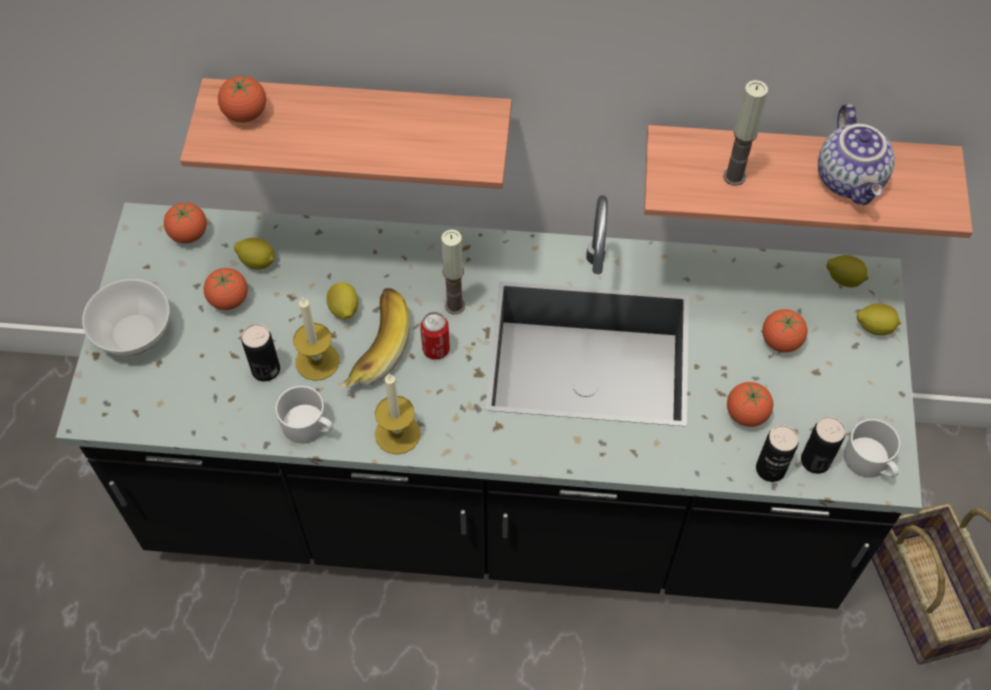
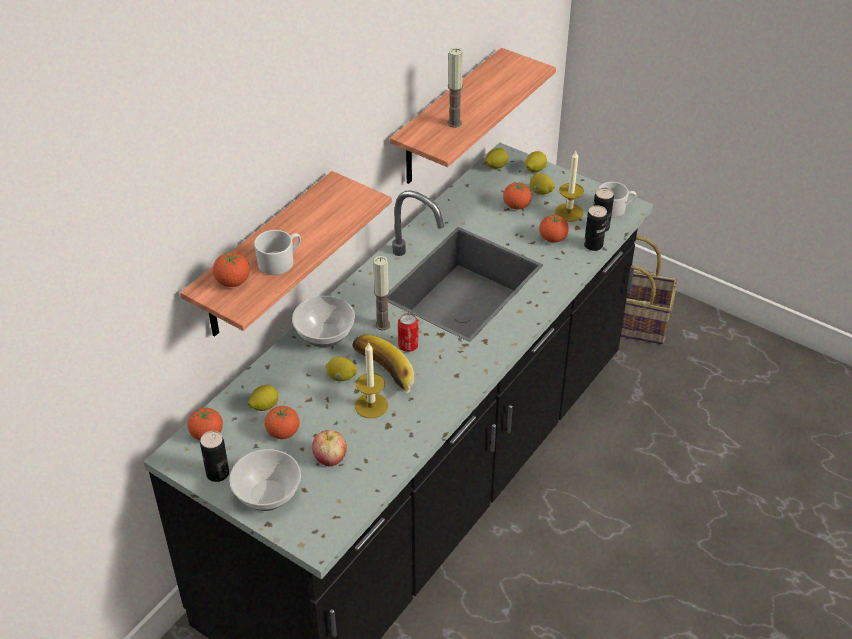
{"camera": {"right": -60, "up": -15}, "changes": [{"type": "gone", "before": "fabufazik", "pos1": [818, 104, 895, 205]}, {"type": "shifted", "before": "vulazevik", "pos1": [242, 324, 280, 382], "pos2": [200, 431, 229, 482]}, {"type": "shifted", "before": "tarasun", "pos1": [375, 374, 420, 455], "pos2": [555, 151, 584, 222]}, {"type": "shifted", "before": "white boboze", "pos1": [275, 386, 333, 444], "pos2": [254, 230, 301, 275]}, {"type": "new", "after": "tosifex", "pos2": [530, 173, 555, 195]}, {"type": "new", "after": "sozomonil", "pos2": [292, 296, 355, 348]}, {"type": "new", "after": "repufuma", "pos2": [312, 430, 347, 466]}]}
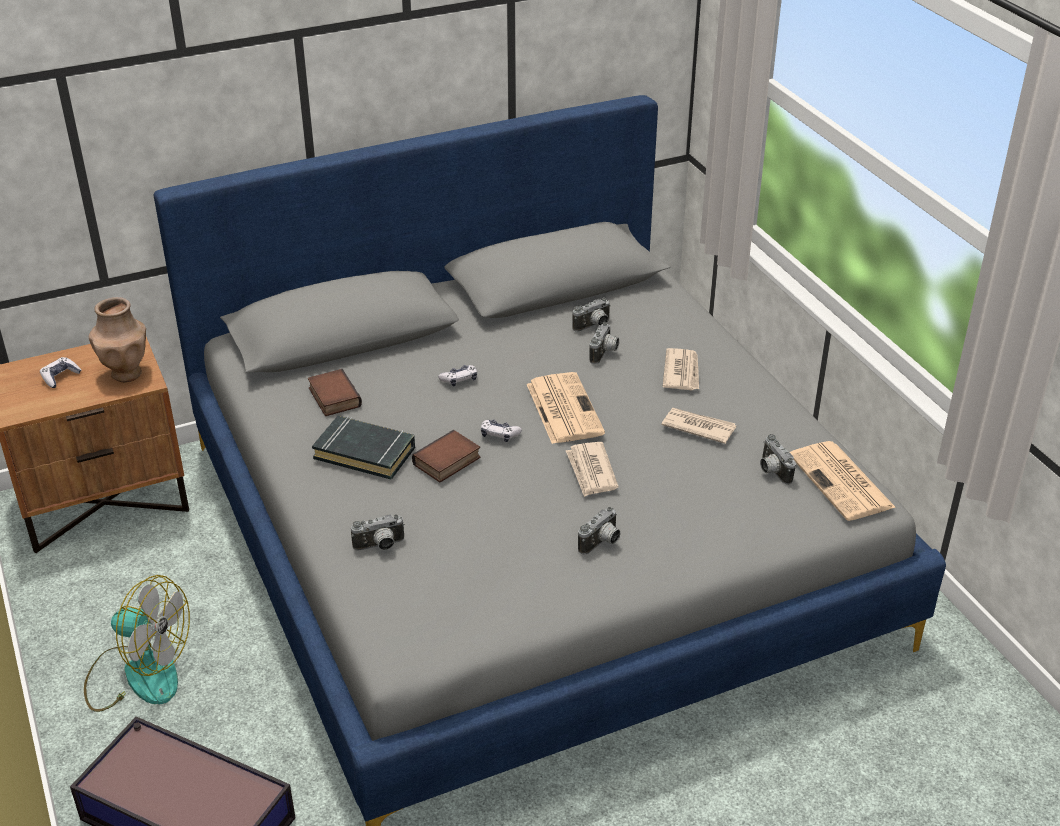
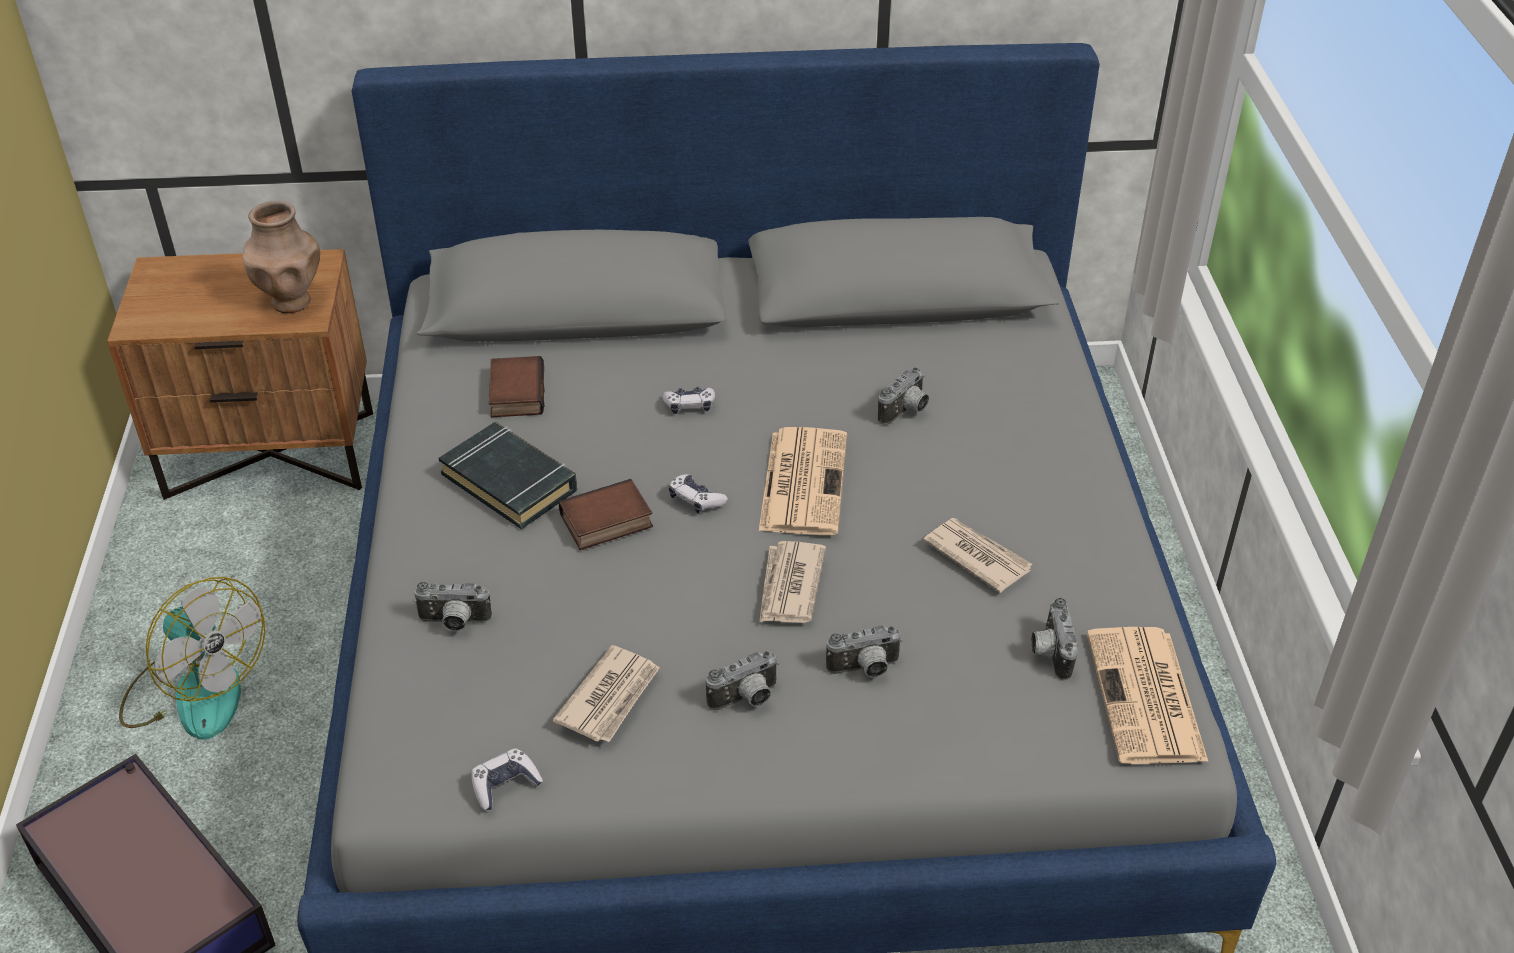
{"camera": {"right": 20, "up": 5}, "changes": [{"type": "shifted", "before": "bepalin", "pos1": [572, 298, 611, 332], "pos2": [826, 625, 902, 678]}, {"type": "shifted", "before": "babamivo", "pos1": [662, 348, 699, 390], "pos2": [553, 645, 660, 742]}, {"type": "shifted", "before": "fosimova", "pos1": [40, 357, 81, 388], "pos2": [471, 748, 543, 810]}]}
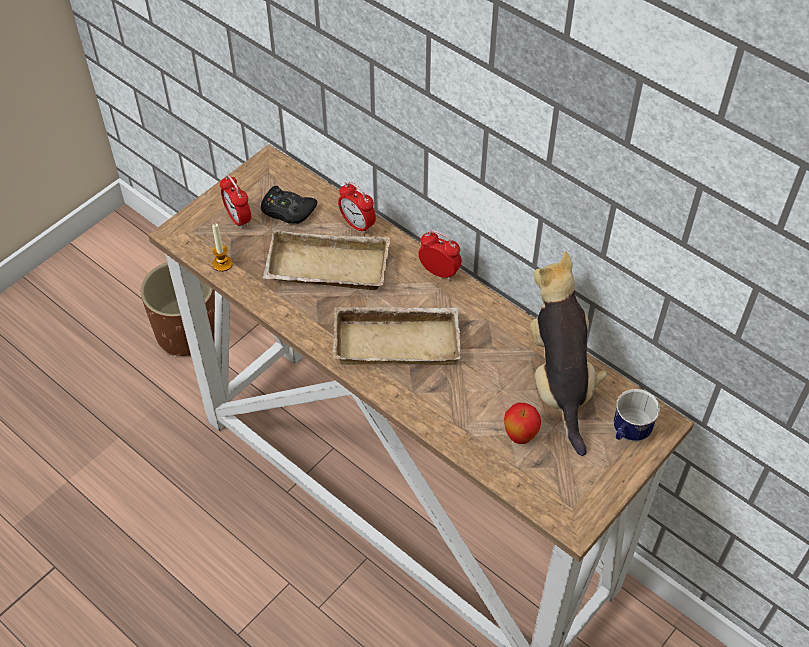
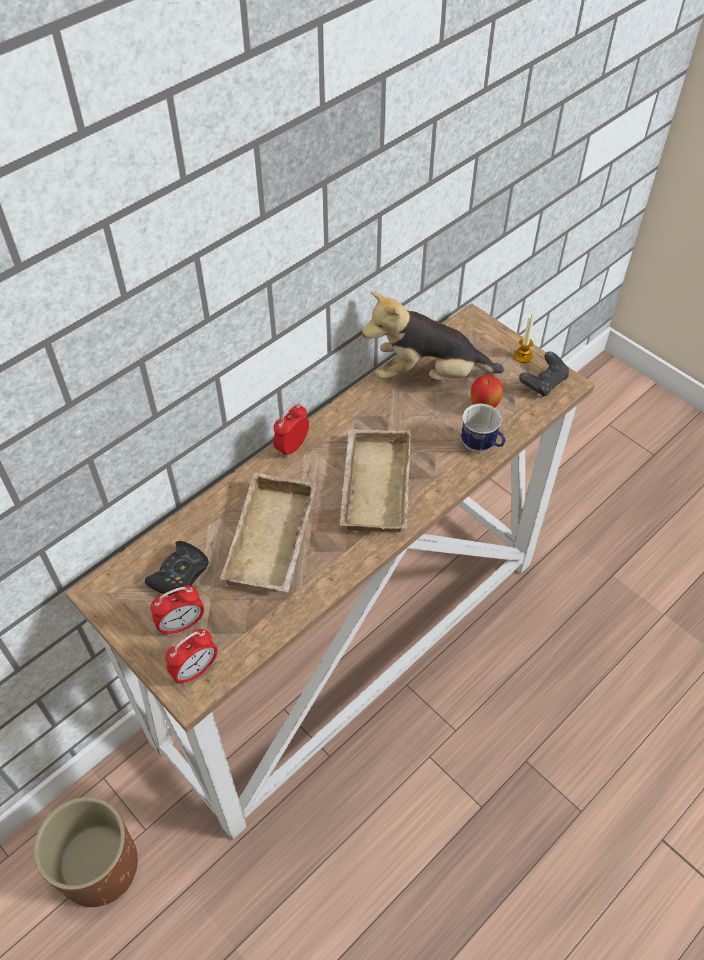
{"camera": {"right": -85, "up": 0}, "changes": [{"type": "shifted", "before": "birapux", "pos1": [338, 182, 376, 234], "pos2": [166, 629, 218, 685]}, {"type": "shifted", "before": "tarasun", "pos1": [212, 223, 233, 272], "pos2": [514, 314, 534, 363]}, {"type": "shifted", "before": "boboze", "pos1": [613, 389, 660, 442], "pos2": [461, 403, 505, 452]}, {"type": "new", "after": "black fosimova", "pos2": [519, 351, 569, 397]}]}
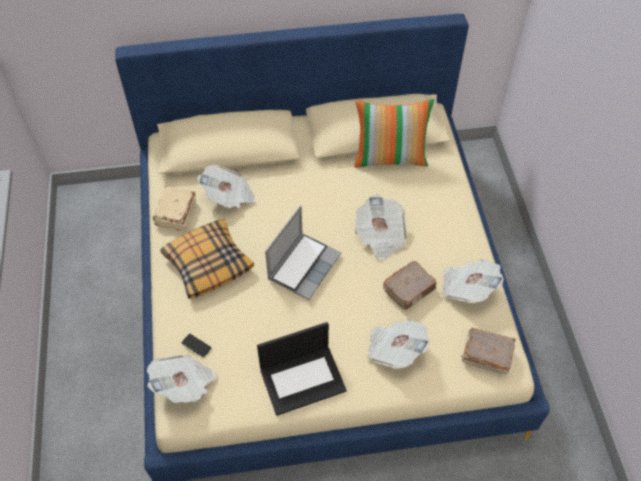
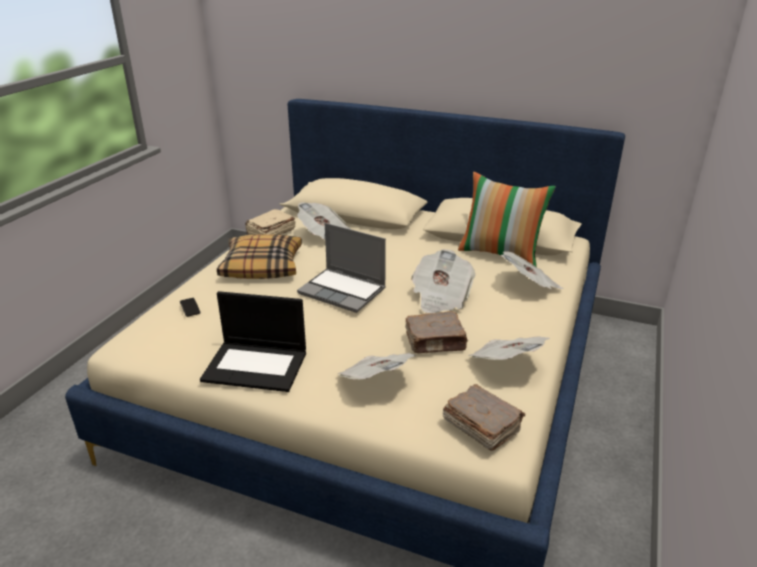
{"camera": {"right": 30, "up": -25}, "changes": [{"type": "rotated", "before": "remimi", "pos1": [265, 205, 341, 300], "pos2": [297, 223, 386, 313], "turn": 60}, {"type": "shifted", "before": "babamivo", "pos1": [147, 354, 217, 403], "pos2": [501, 252, 564, 289]}]}
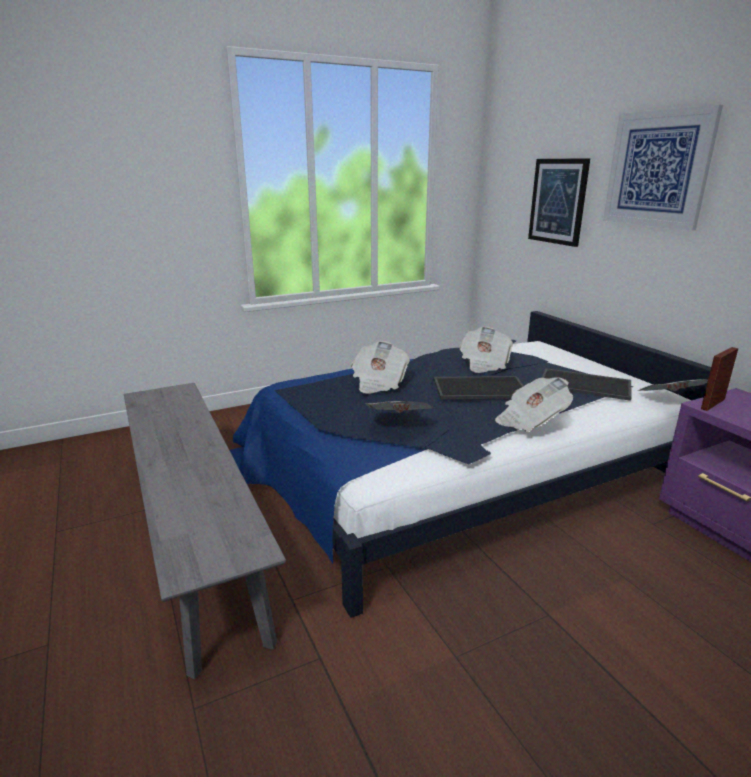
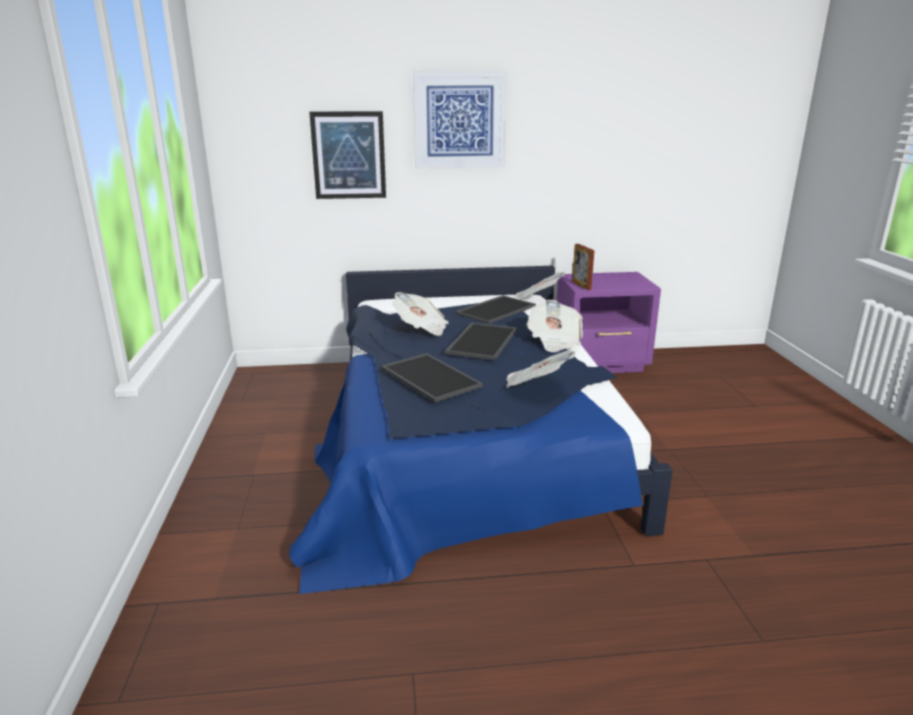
{"camera": {"right": -70, "up": 0}, "changes": [{"type": "swapped", "before": "babamivo", "after": "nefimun", "pos1": [351, 341, 410, 394], "pos2": [381, 353, 483, 402]}, {"type": "gone", "before": "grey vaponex", "pos1": [124, 383, 286, 679]}]}
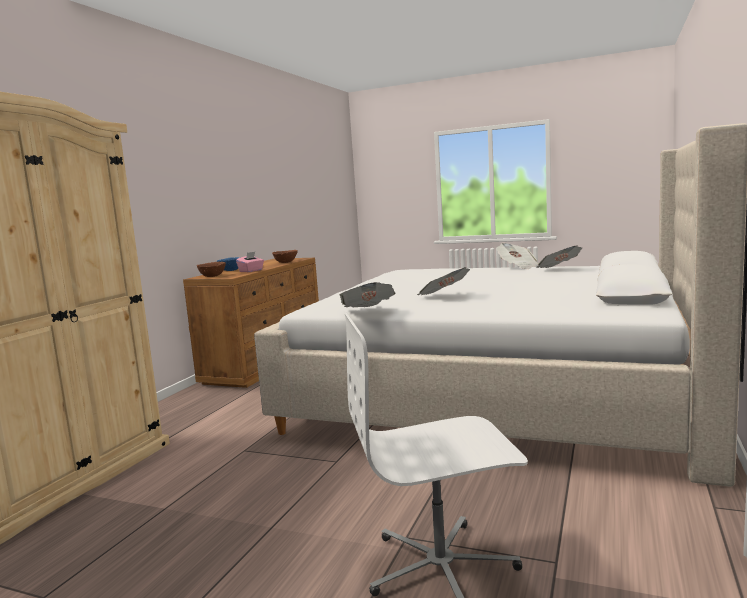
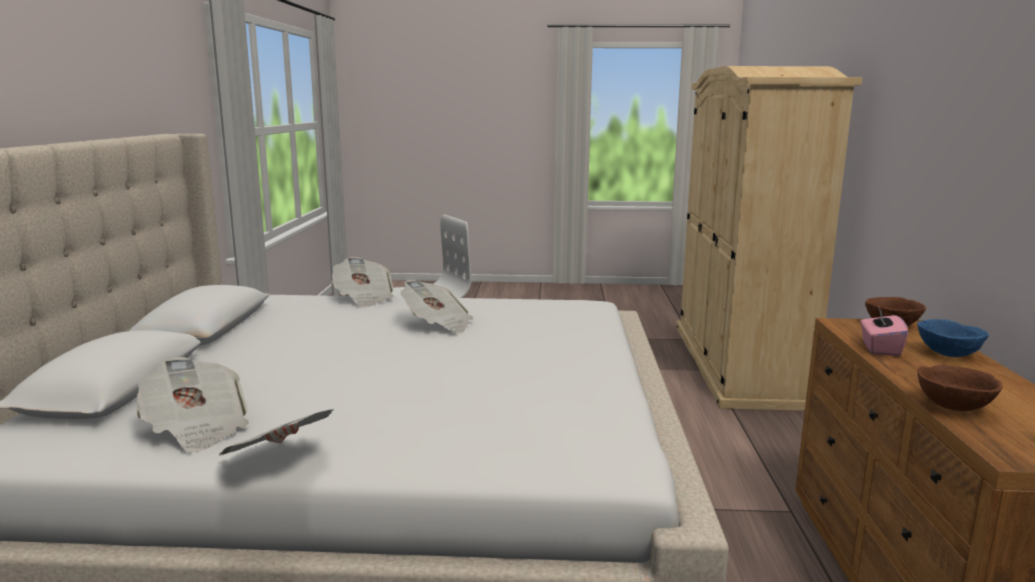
{"camera": {"right": 160, "up": 5}, "changes": [{"type": "shifted", "before": "babamivo", "pos1": [340, 282, 395, 307], "pos2": [331, 257, 394, 307]}]}
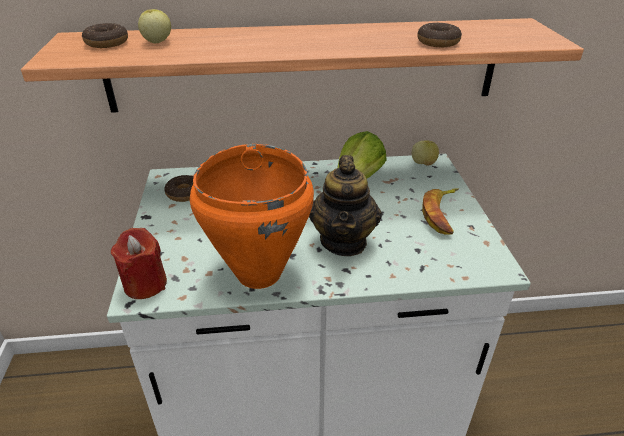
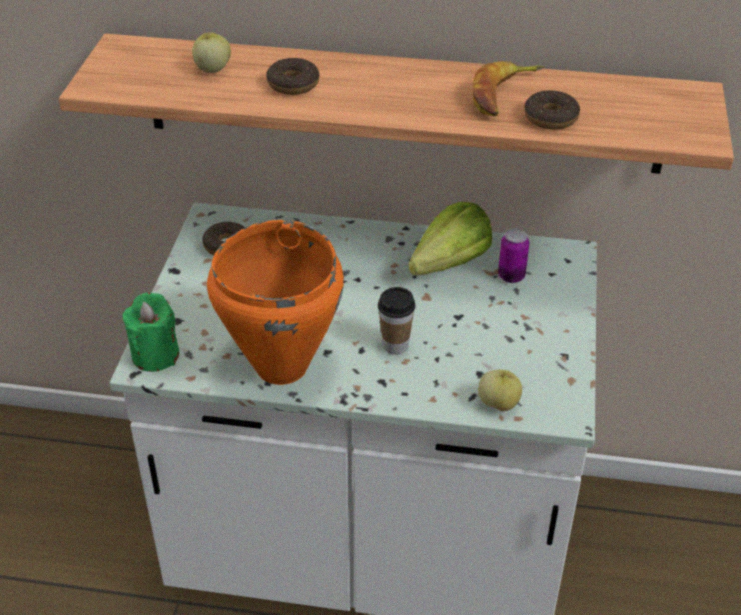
{"camera": {"right": 15, "up": 5}, "changes": [{"type": "shifted", "before": "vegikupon", "pos1": [82, 23, 128, 48], "pos2": [266, 58, 319, 95]}, {"type": "shifted", "before": "repufuma", "pos1": [412, 140, 439, 166], "pos2": [478, 369, 522, 411]}, {"type": "swapped", "before": "fabufazik", "after": "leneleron", "pos1": [309, 155, 382, 256], "pos2": [378, 287, 415, 355]}, {"type": "shifted", "before": "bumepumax", "pos1": [422, 188, 458, 235], "pos2": [473, 61, 544, 116]}, {"type": "repainted", "before": "red tarasun", "after": "green tarasun", "pos1": [111, 228, 167, 299], "pos2": [122, 292, 179, 372]}, {"type": "new", "after": "vulazevik", "pos2": [498, 229, 529, 283]}]}
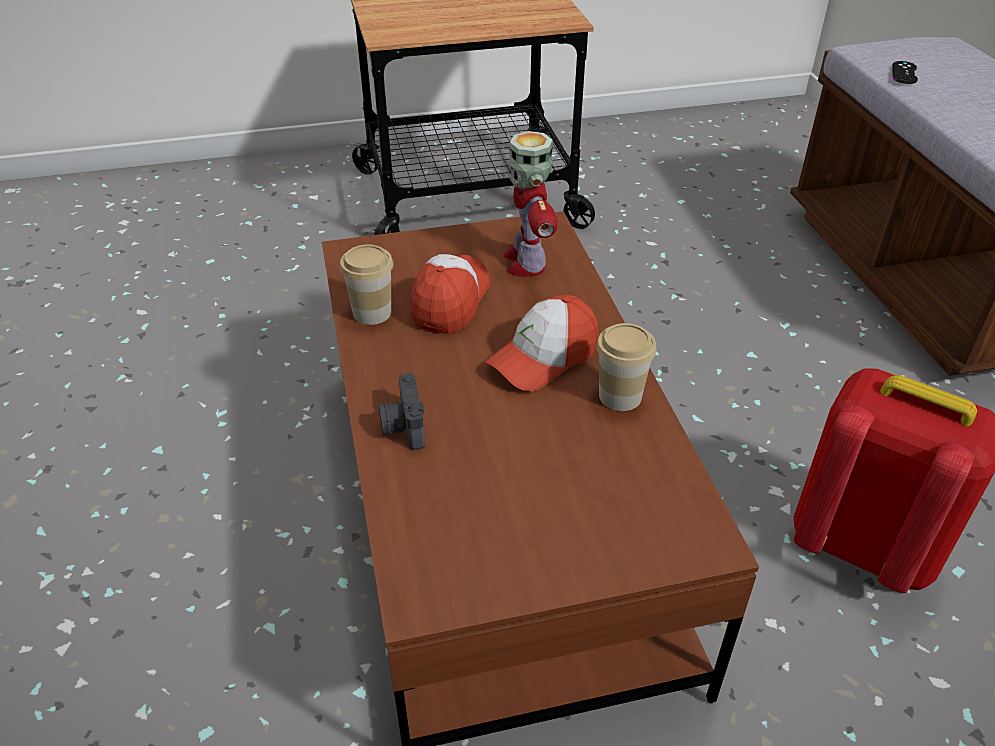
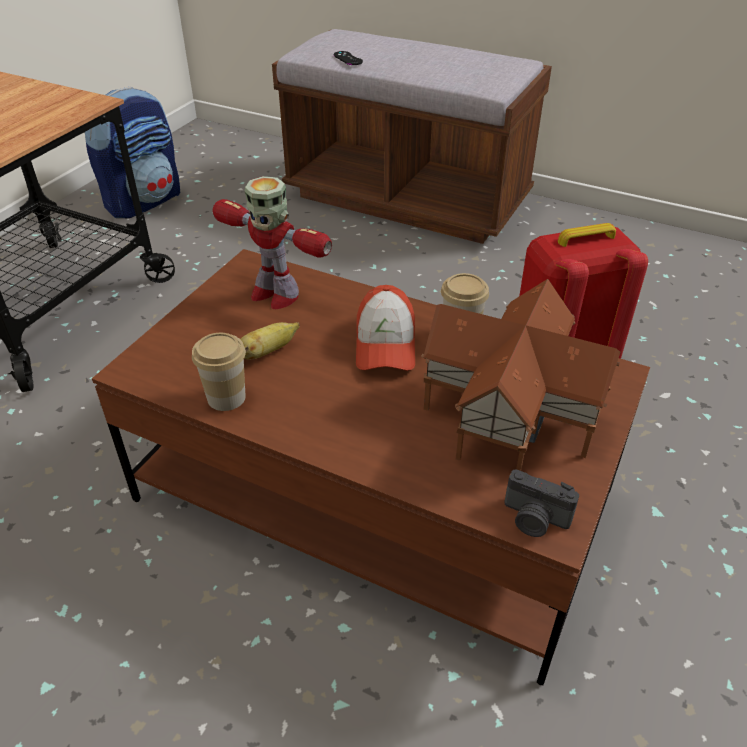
{"camera": {"right": -50, "up": 0}, "changes": [{"type": "swapped", "before": "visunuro", "after": "bumepumax", "pos1": [410, 254, 490, 334], "pos2": [240, 322, 299, 359]}, {"type": "shifted", "before": "bepalin", "pos1": [379, 373, 425, 450], "pos2": [504, 469, 579, 537]}, {"type": "new", "after": "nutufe", "pos2": [85, 87, 180, 218]}, {"type": "new", "after": "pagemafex", "pos2": [421, 279, 620, 471]}]}
